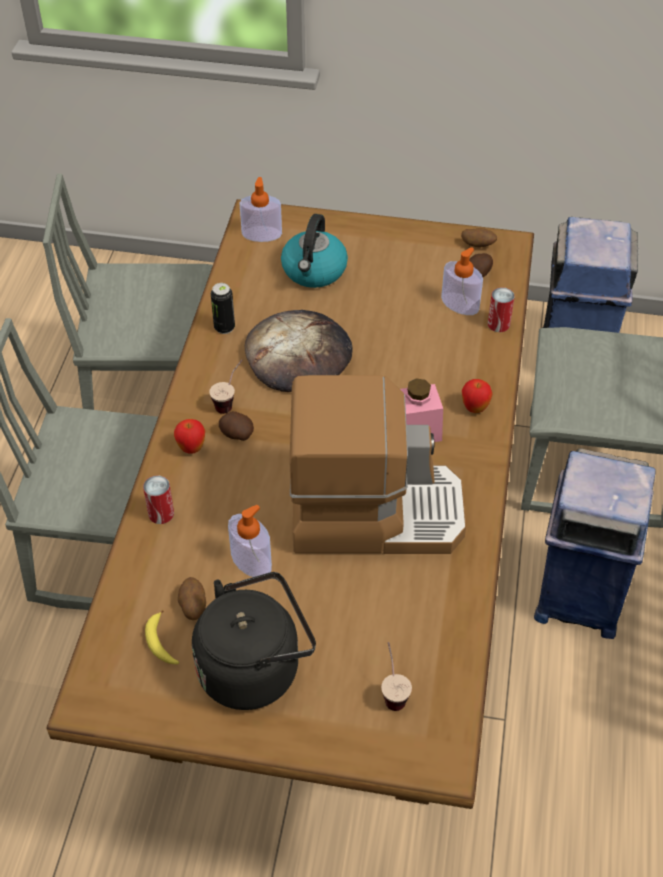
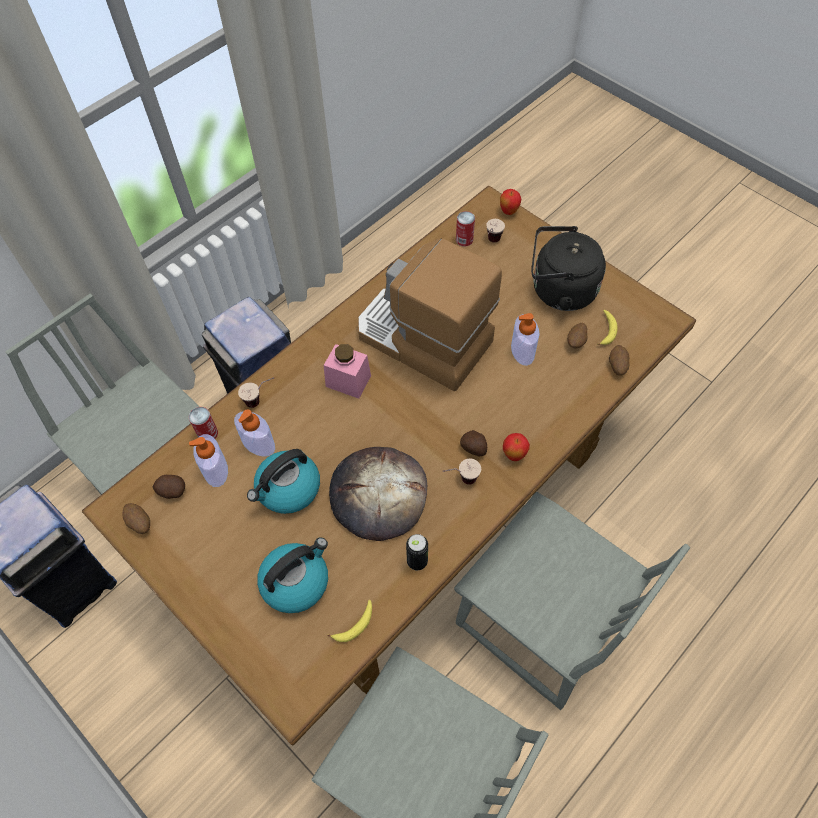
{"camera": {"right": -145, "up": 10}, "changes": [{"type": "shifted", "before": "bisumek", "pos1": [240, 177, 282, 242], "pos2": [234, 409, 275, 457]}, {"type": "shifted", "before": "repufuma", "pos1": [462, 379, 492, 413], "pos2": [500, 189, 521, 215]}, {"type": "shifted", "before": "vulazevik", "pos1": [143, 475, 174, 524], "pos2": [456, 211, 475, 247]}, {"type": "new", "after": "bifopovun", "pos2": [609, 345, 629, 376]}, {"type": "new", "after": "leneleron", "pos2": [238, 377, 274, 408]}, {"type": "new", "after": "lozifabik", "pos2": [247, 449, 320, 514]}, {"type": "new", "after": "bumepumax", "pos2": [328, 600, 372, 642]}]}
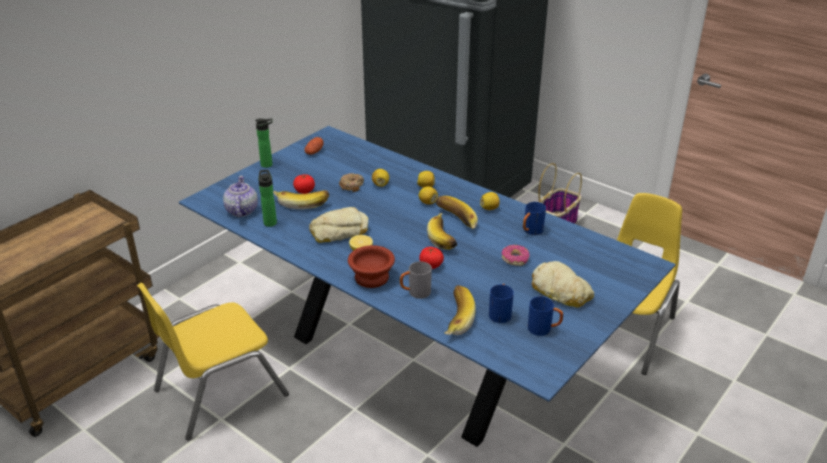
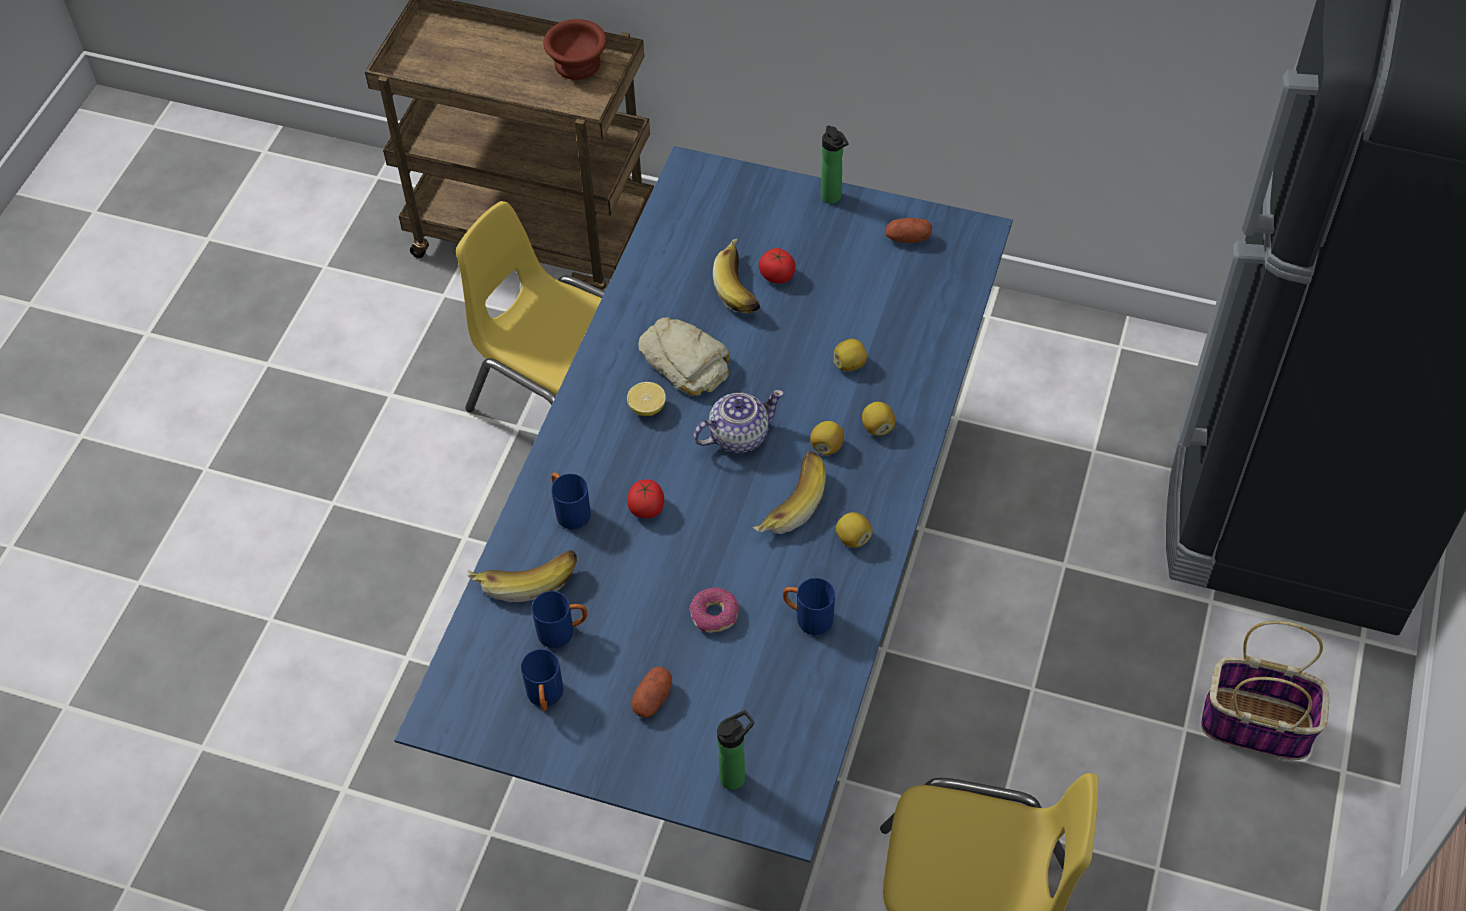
{"camera": {"right": 70, "up": 20}, "changes": [{"type": "shifted", "before": "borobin", "pos1": [258, 170, 277, 227], "pos2": [717, 710, 754, 790]}, {"type": "gone", "before": "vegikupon", "pos1": [339, 173, 364, 192]}, {"type": "shifted", "before": "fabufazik", "pos1": [223, 176, 258, 218], "pos2": [693, 390, 784, 453]}, {"type": "gone", "before": "bumepumax", "pos1": [427, 213, 457, 250]}, {"type": "shifted", "before": "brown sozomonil", "pos1": [348, 245, 395, 288], "pos2": [543, 19, 607, 80]}, {"type": "repainted", "before": "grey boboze", "after": "blue boboze", "pos1": [400, 261, 432, 299], "pos2": [551, 473, 591, 530]}, {"type": "swapped", "before": "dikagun", "after": "bifopovun", "pos1": [531, 261, 594, 308], "pos2": [631, 666, 672, 718]}]}
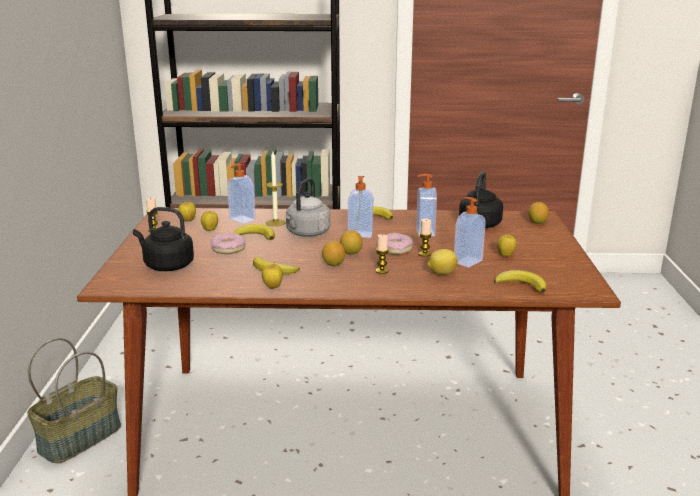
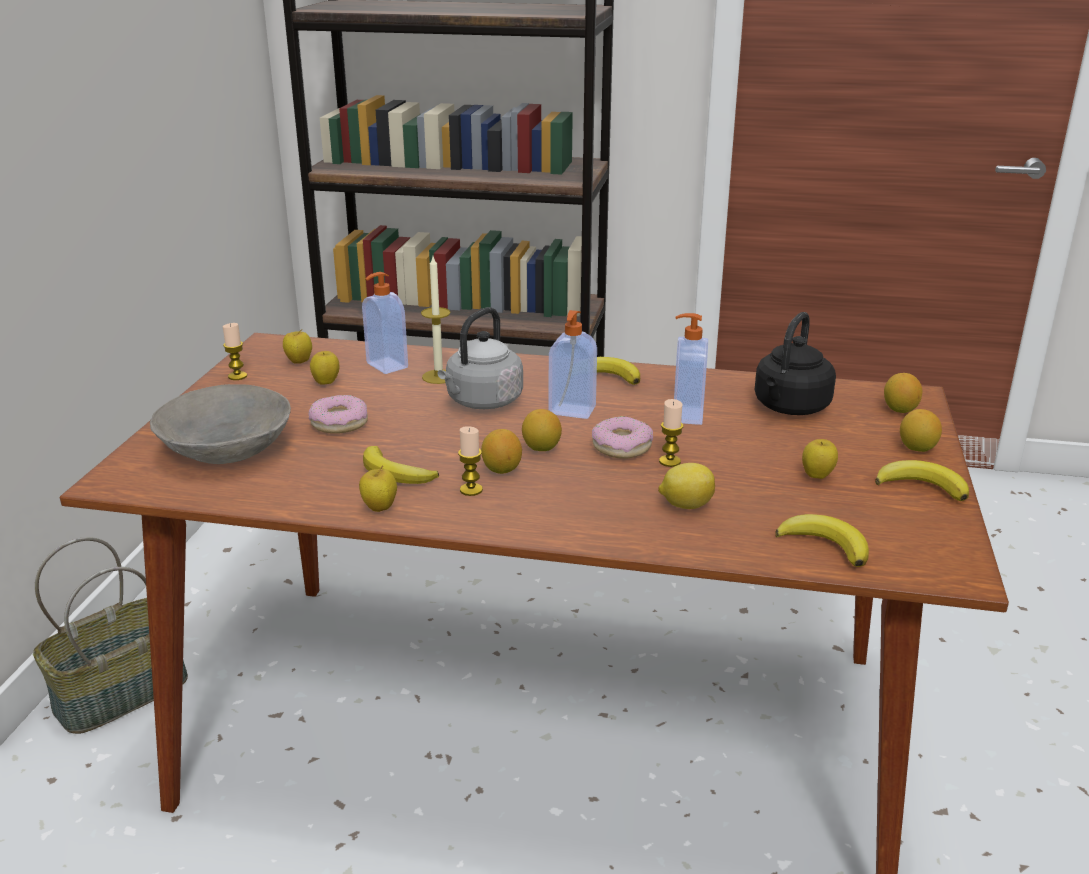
{"camera": {"right": 10, "up": 5}, "changes": [{"type": "gone", "before": "bisumek", "pos1": [454, 197, 486, 268]}, {"type": "swapped", "before": "black lozifabik", "after": "grey sozomonil", "pos1": [133, 207, 194, 271], "pos2": [150, 384, 291, 464]}, {"type": "shifted", "before": "bumepumax", "pos1": [233, 224, 275, 240], "pos2": [875, 460, 969, 501]}, {"type": "shifted", "before": "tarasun", "pos1": [376, 234, 389, 274], "pos2": [458, 426, 483, 496]}, {"type": "new", "after": "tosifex", "pos2": [900, 409, 942, 452]}]}
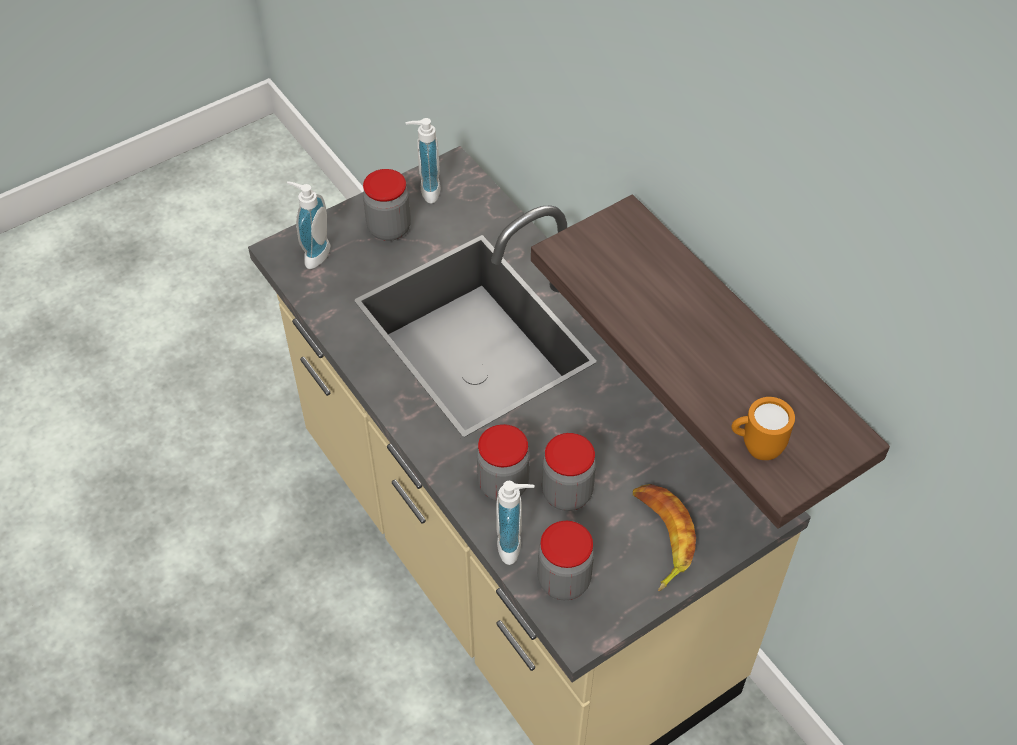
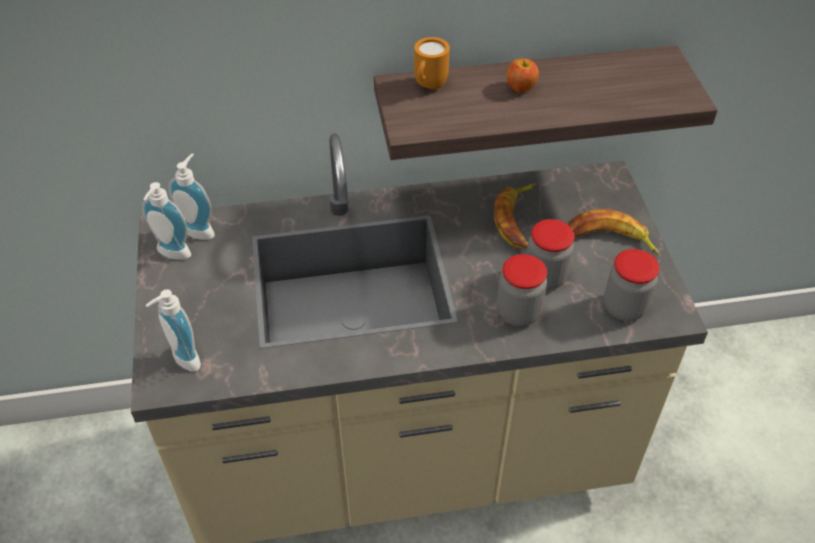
{"camera": {"right": -65, "up": -5}, "changes": [{"type": "gone", "before": "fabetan", "pos1": [363, 169, 411, 241]}, {"type": "shifted", "before": "orange boboze", "pos1": [731, 397, 795, 460], "pos2": [414, 37, 450, 89]}, {"type": "shifted", "before": "bisumek", "pos1": [496, 481, 534, 565], "pos2": [169, 153, 215, 240]}, {"type": "new", "after": "repufuma", "pos2": [506, 58, 539, 92]}, {"type": "new", "after": "bumepumax", "pos2": [494, 183, 536, 248]}]}
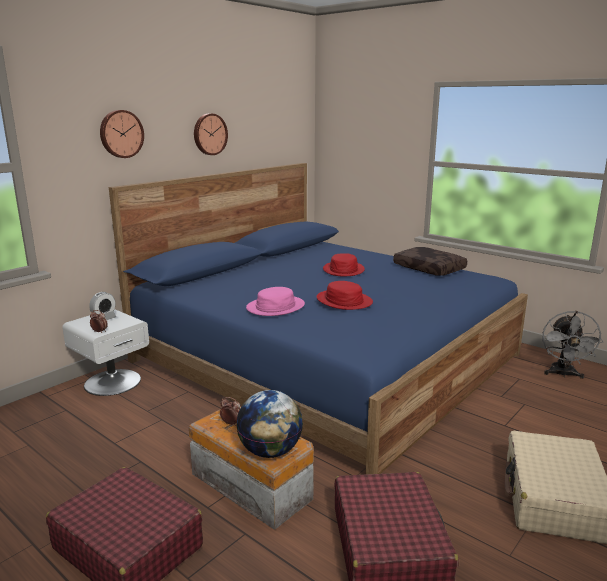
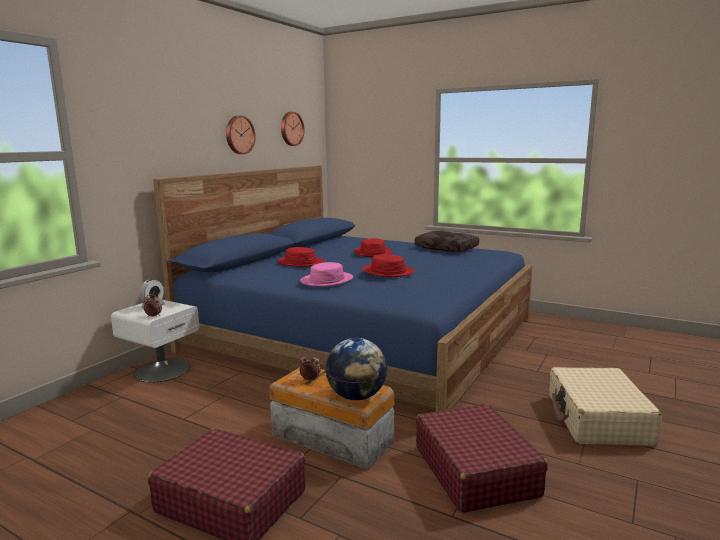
{"camera": {"right": -10, "up": -5}, "changes": [{"type": "shifted", "before": "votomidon", "pos1": [100, 110, 144, 158], "pos2": [281, 112, 304, 146]}, {"type": "gone", "before": "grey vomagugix", "pos1": [542, 311, 603, 379]}, {"type": "new", "after": "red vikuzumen", "pos2": [277, 247, 324, 267]}]}
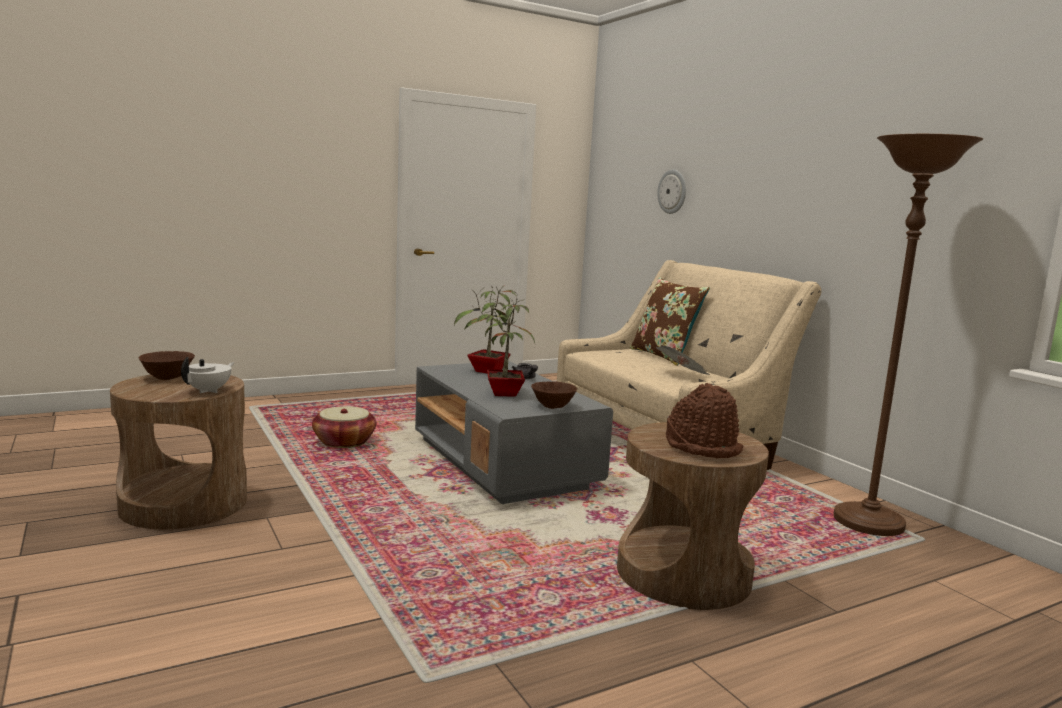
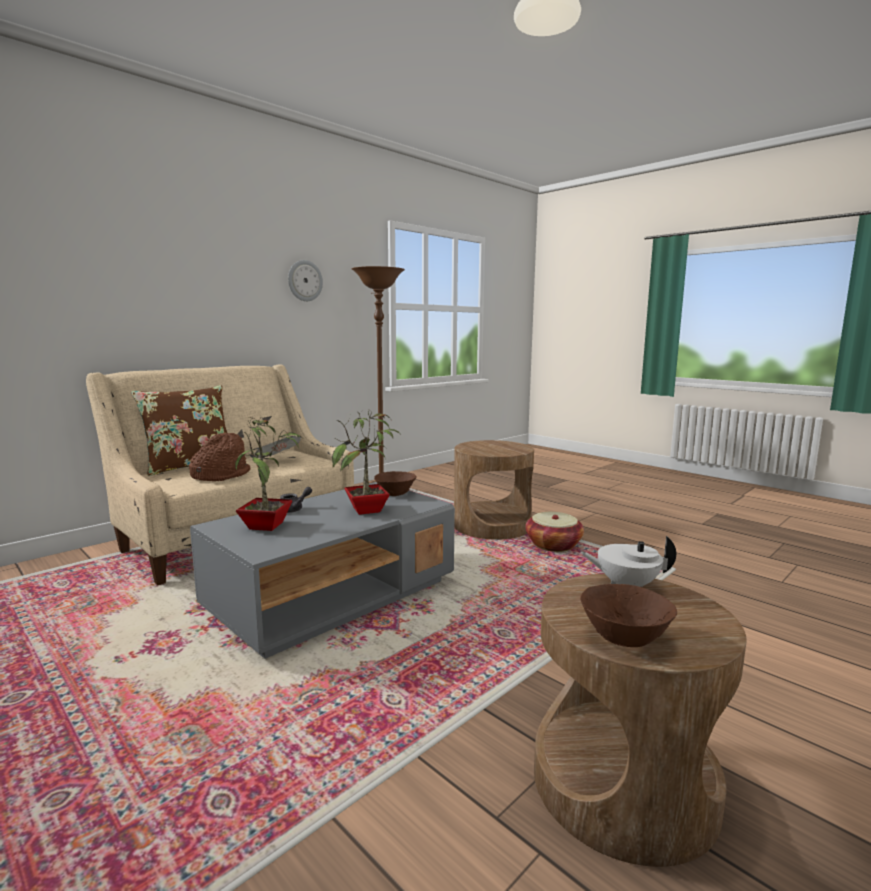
{"camera": {"right": -105, "up": 0}, "changes": [{"type": "shifted", "before": "votomidon", "pos1": [657, 169, 686, 214], "pos2": [288, 260, 323, 301]}, {"type": "shifted", "before": "brown vikuzumen", "pos1": [666, 383, 743, 458], "pos2": [189, 433, 250, 481]}, {"type": "shifted", "before": "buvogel", "pos1": [312, 406, 376, 448], "pos2": [525, 512, 584, 552]}]}
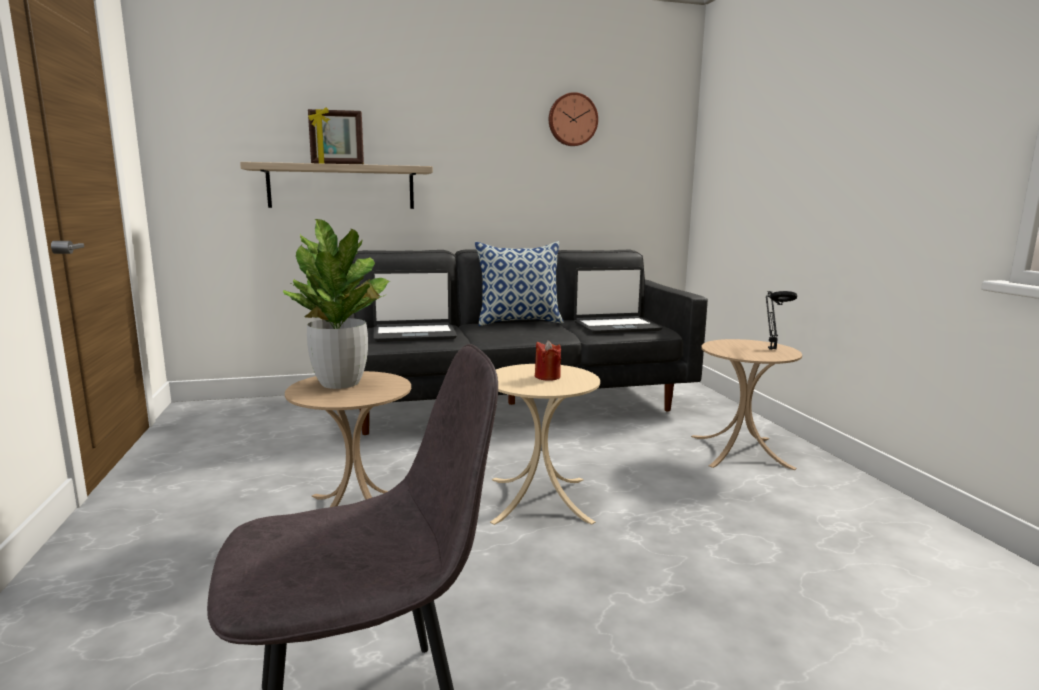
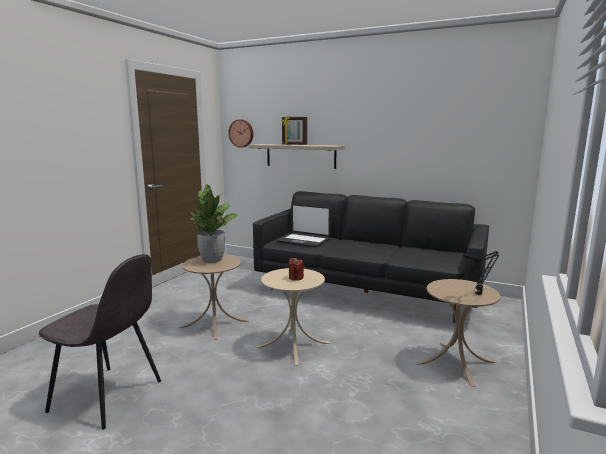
{"camera": {"right": 40, "up": 0}, "changes": [{"type": "shifted", "before": "votomidon", "pos1": [549, 92, 598, 146], "pos2": [229, 119, 253, 148]}, {"type": "gone", "before": "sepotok", "pos1": [475, 241, 564, 326]}, {"type": "gone", "before": "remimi", "pos1": [574, 267, 662, 334]}]}
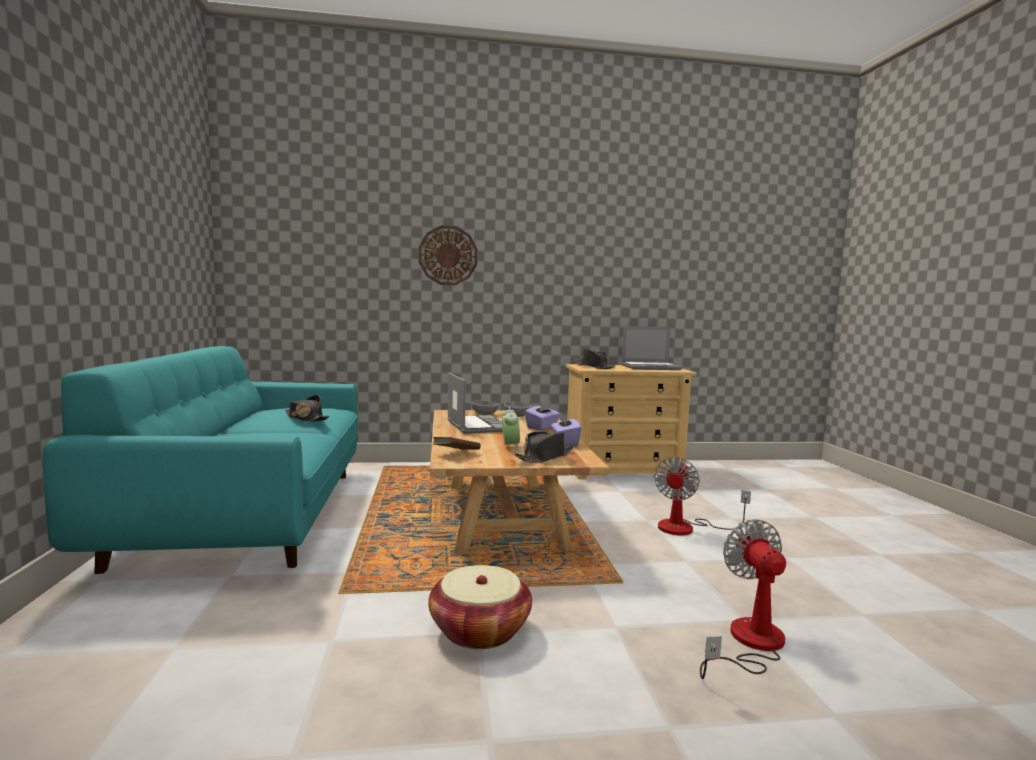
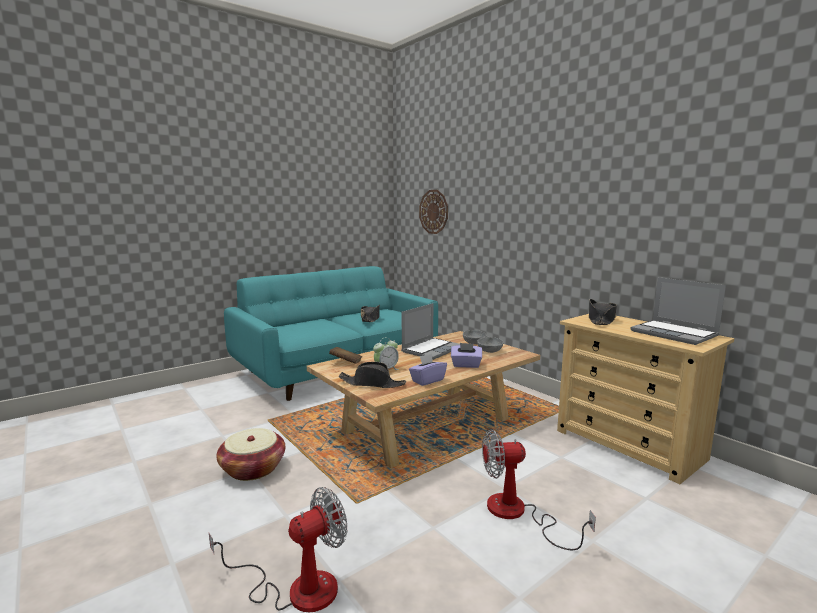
{"camera": {"right": 60, "up": 5}, "changes": [{"type": "shifted", "before": "votomidon", "pos1": [419, 225, 478, 285], "pos2": [419, 190, 448, 234]}]}
